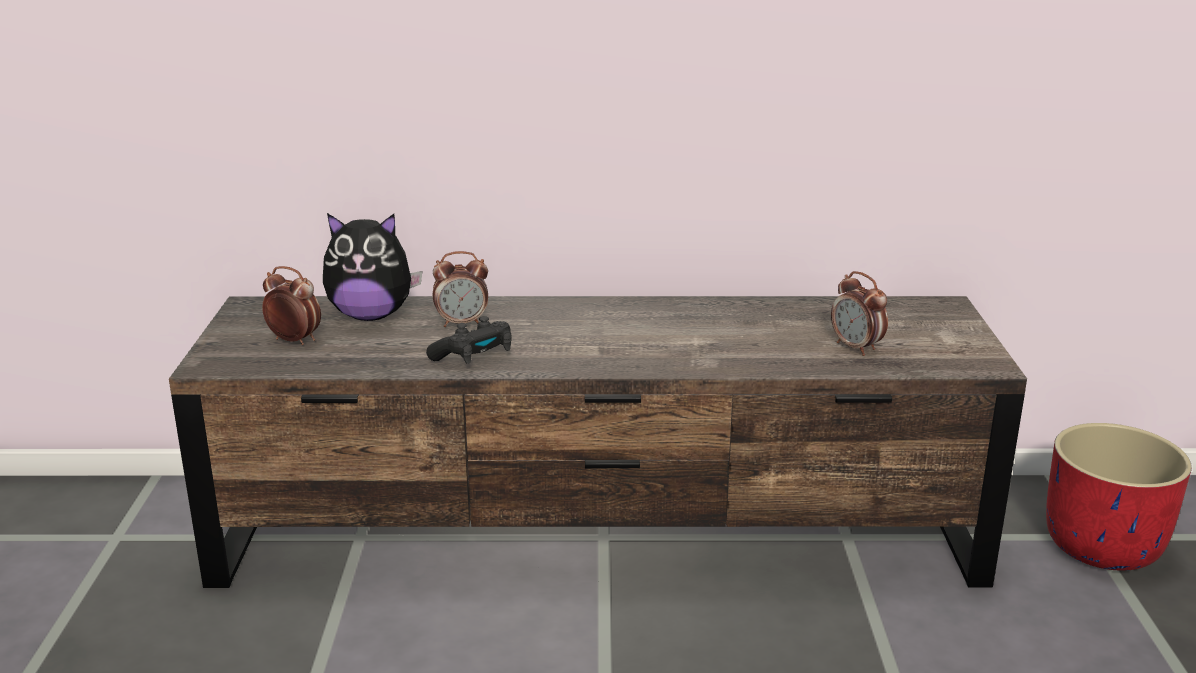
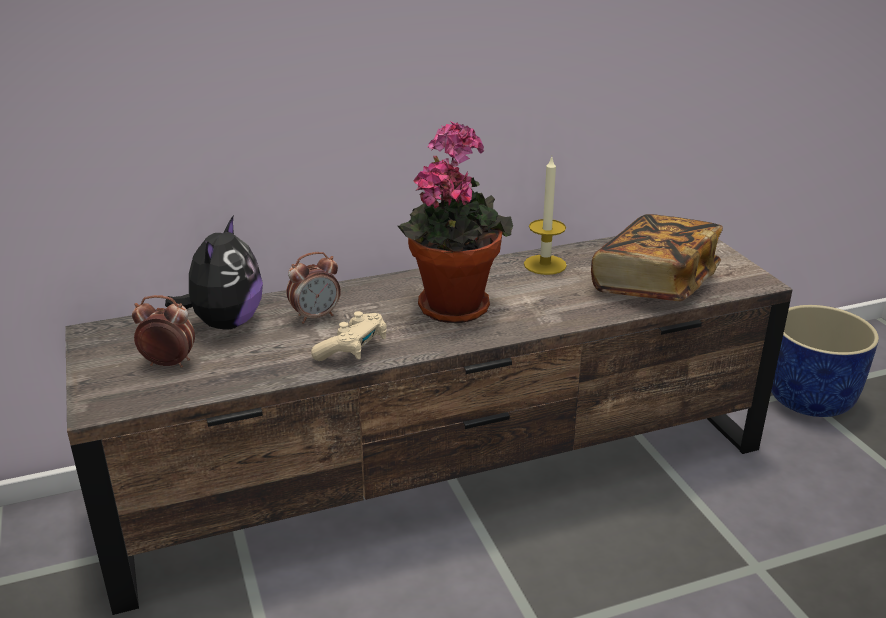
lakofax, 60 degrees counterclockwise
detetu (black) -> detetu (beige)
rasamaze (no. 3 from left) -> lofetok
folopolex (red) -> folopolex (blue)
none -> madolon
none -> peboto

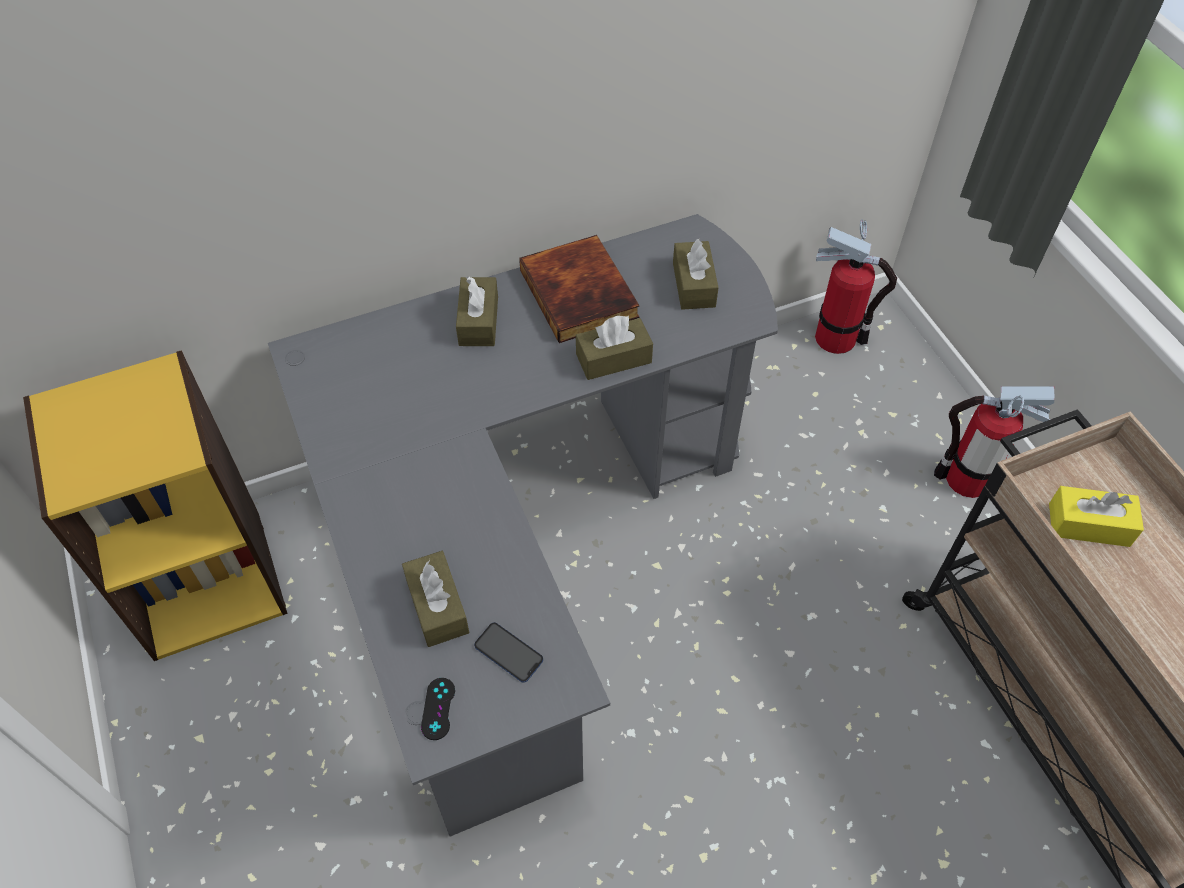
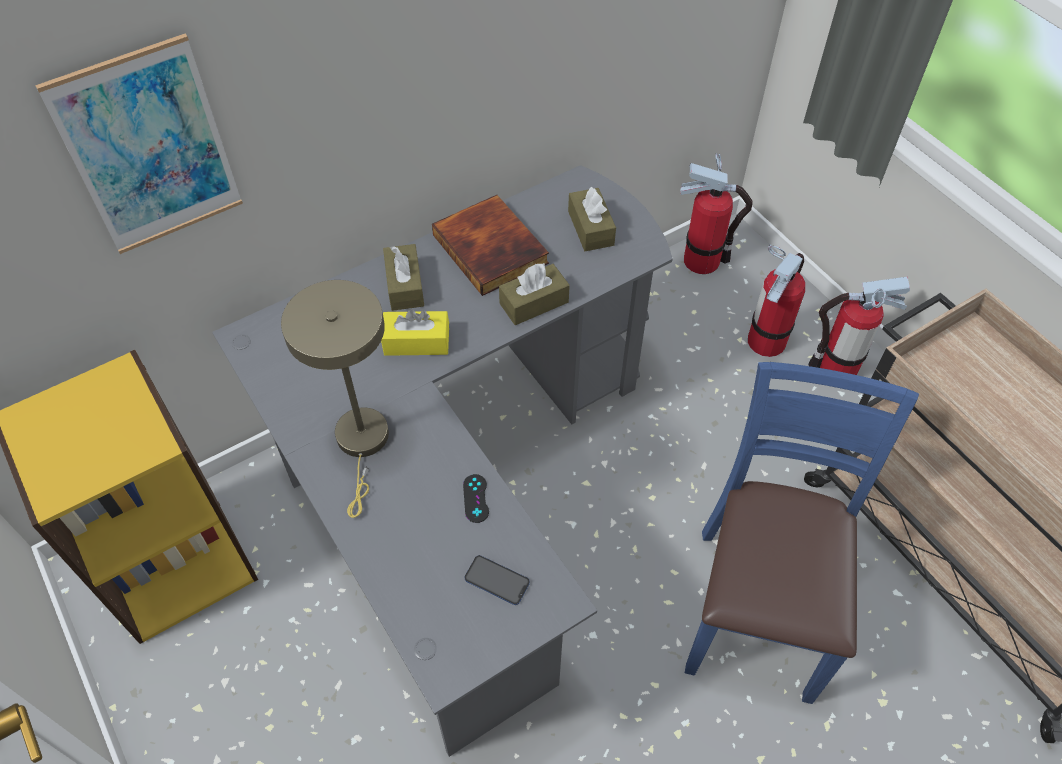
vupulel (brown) (no. 1 from left) -> none
detetu (black), shifted
vupulel (yellow), shifted
none -> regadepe
none -> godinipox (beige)
none -> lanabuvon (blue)
none -> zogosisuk (no. 2 from left)

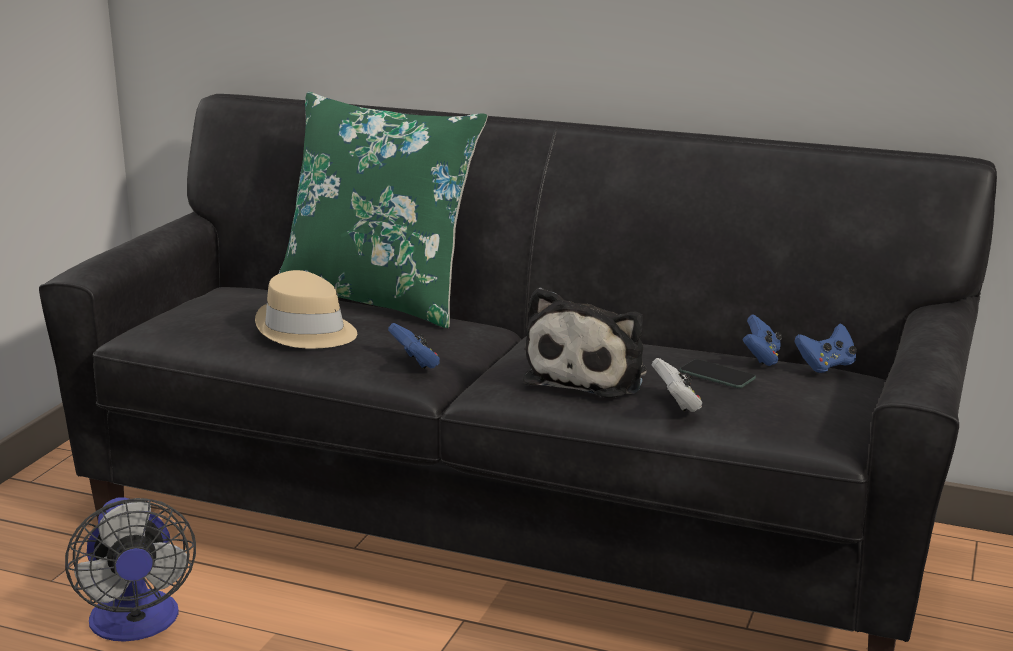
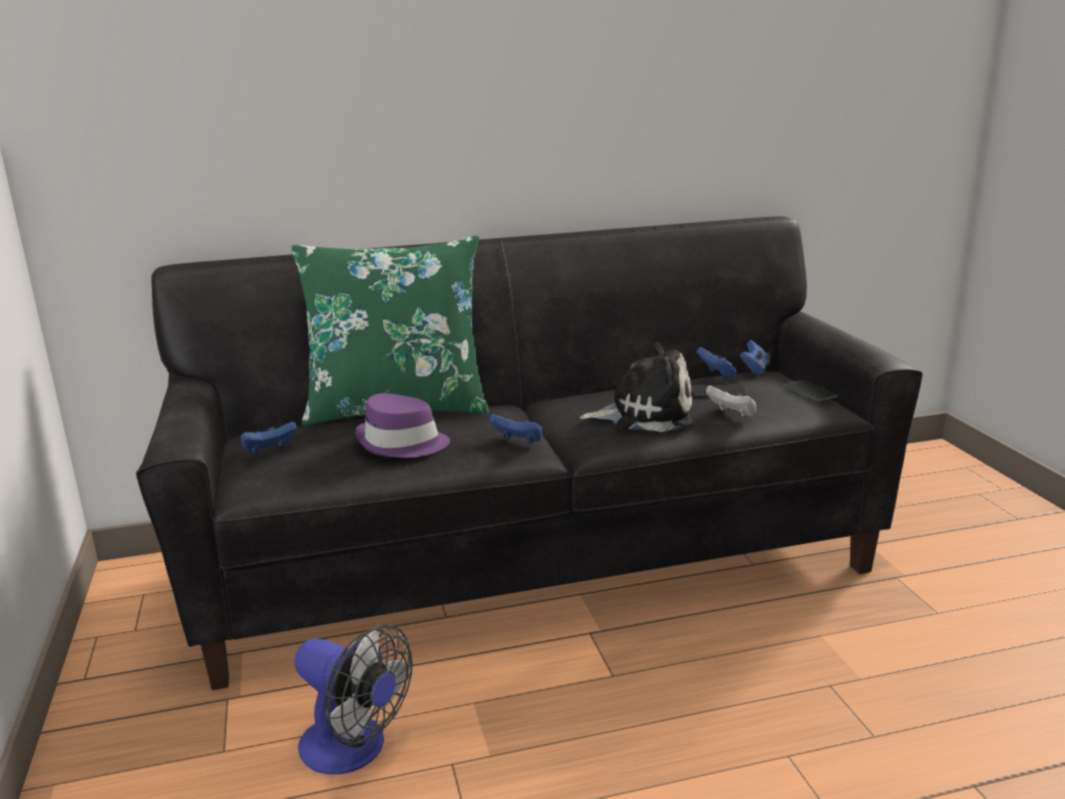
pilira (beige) -> pilira (purple)
lakofax, 75 degrees counterclockwise
none -> detetu (blue) (no. 1 from left)
none -> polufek (no. 2 from left)

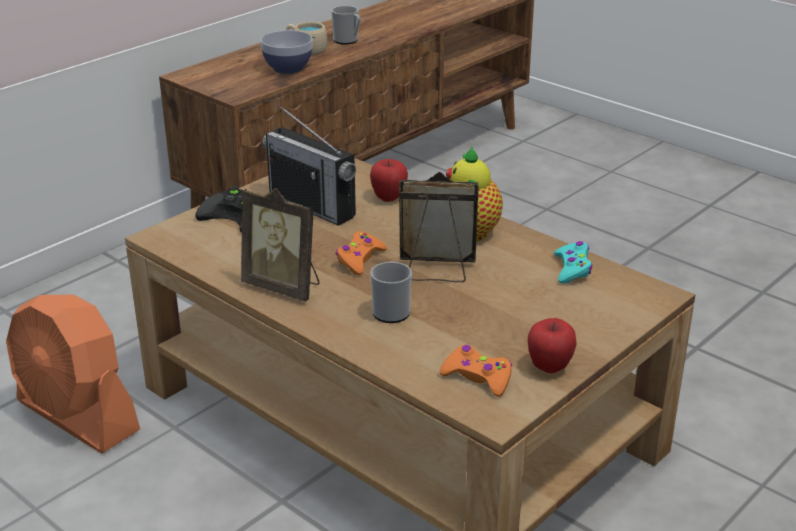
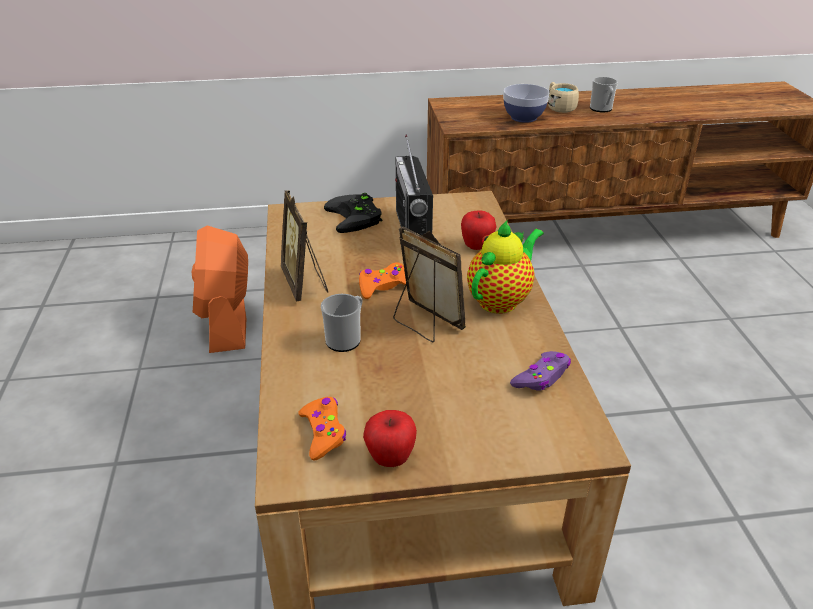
detetu (turquoise) -> detetu (purple)

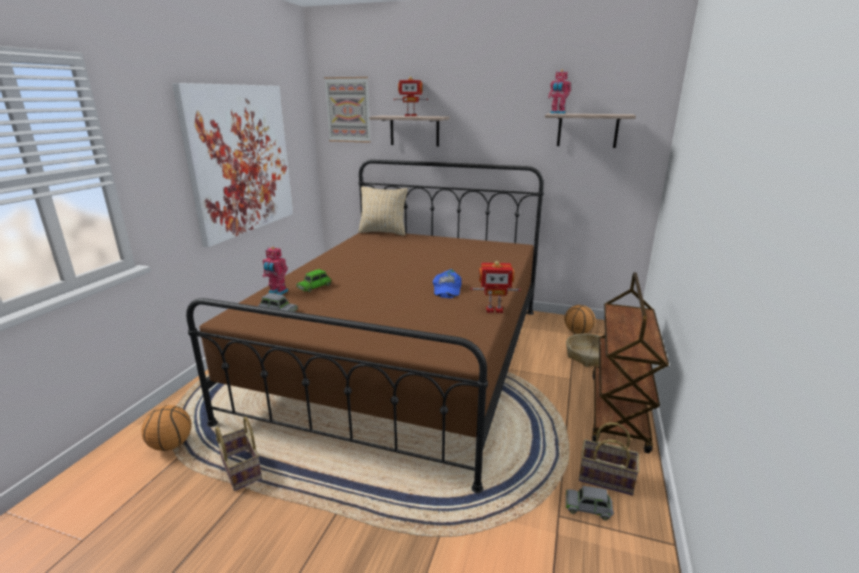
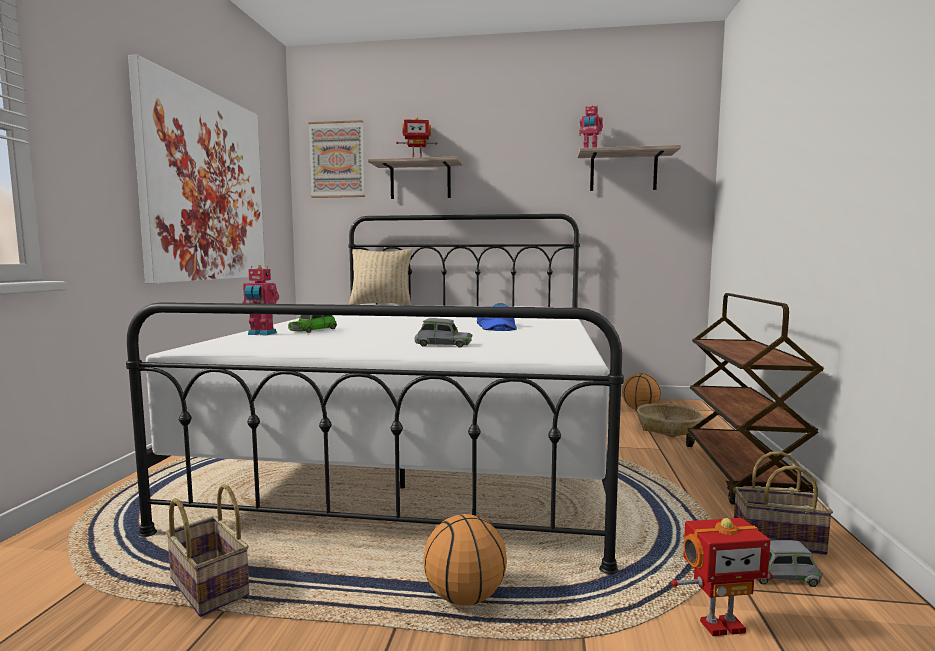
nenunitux (no. 1 from left), shifted
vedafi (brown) -> vedafi (white)
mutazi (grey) (no. 1 from left), shifted
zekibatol (no. 3 from left in the first image) -> zekibatol (no. 4 from left), shifted

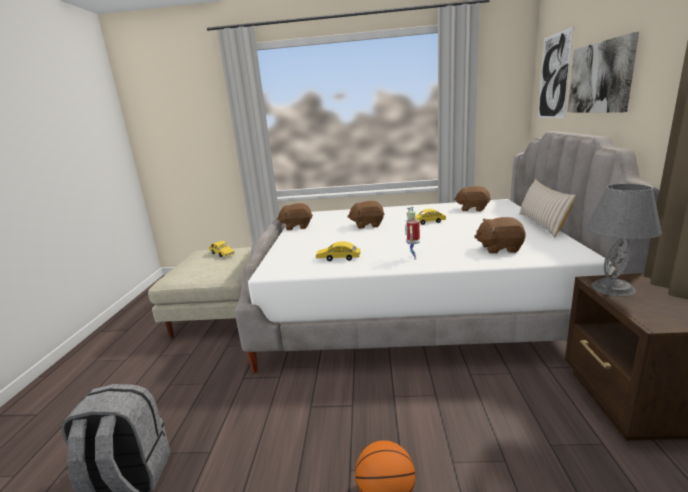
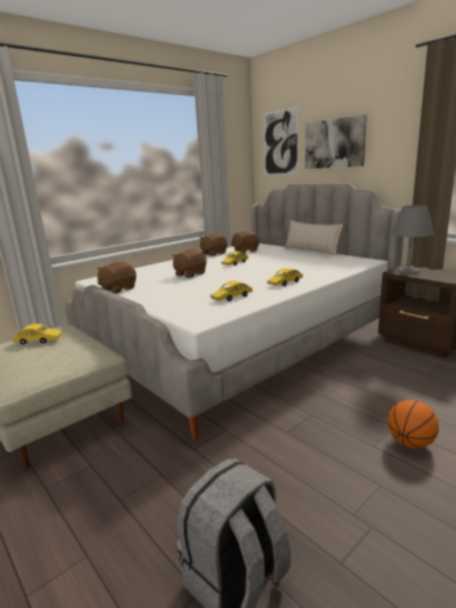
zekibatol -> mutazi (yellow) (no. 4 from left)
lakofax (brown) (no. 4 from left in the first image) -> lakofax (brown) (no. 3 from left), shifted

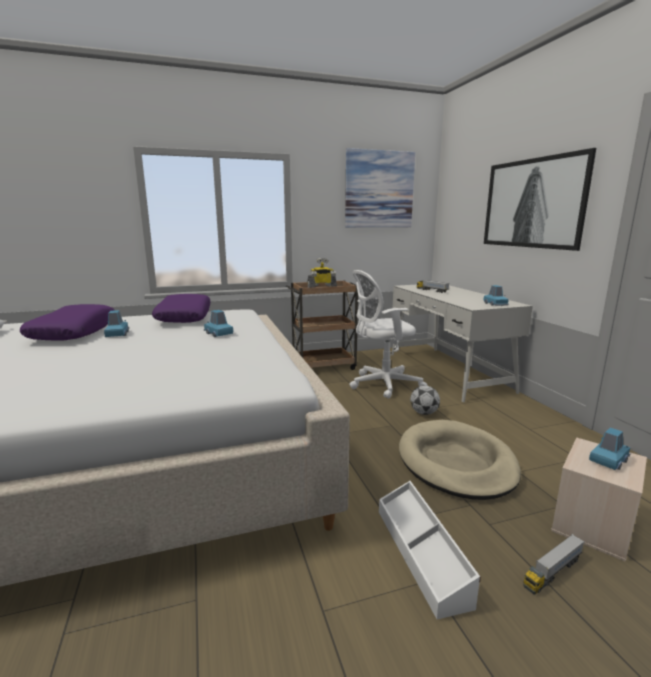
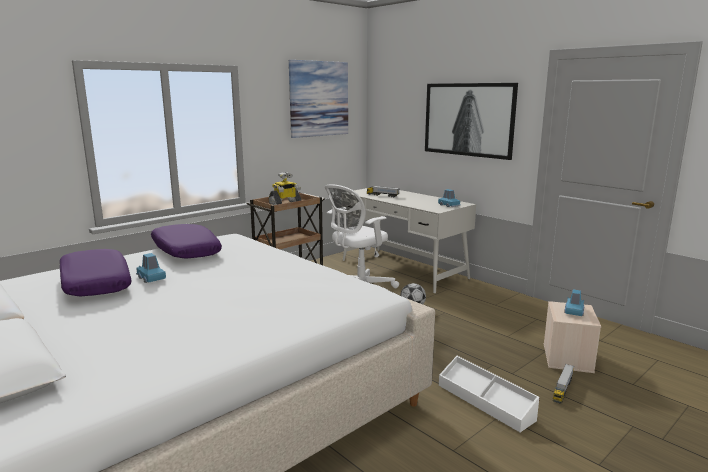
mutazi (blue) (no. 2 from left) -> none
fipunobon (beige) -> none

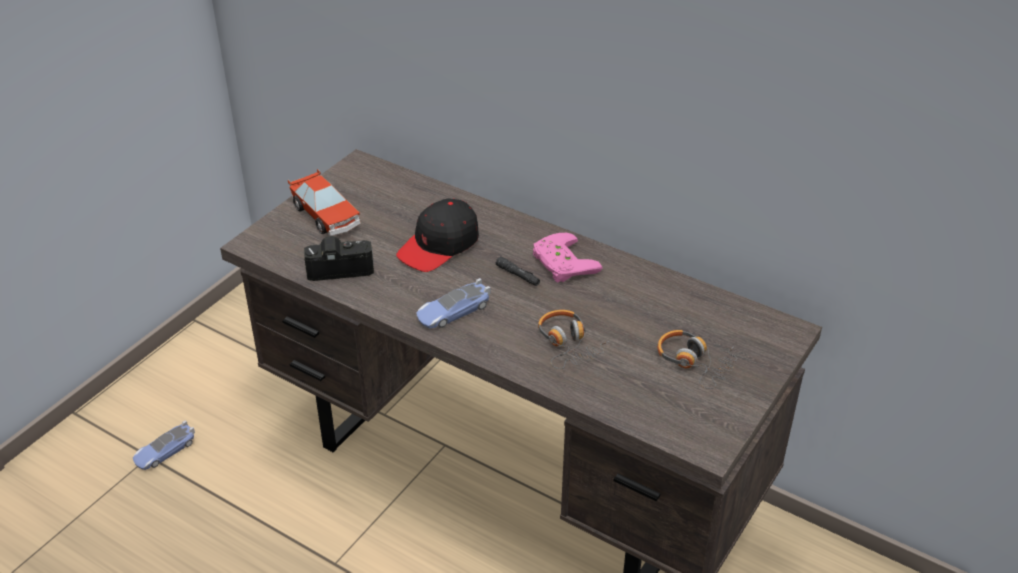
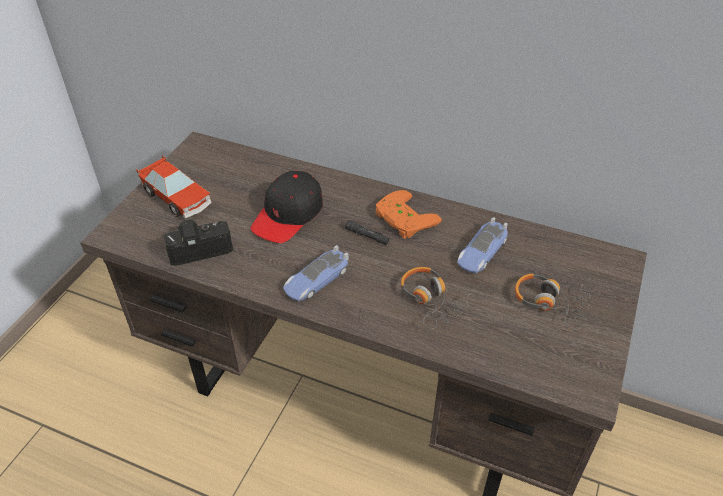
mutazi (no. 1 from left in the first image) -> mutazi (no. 3 from left), shifted
detetu (pink) -> detetu (orange)

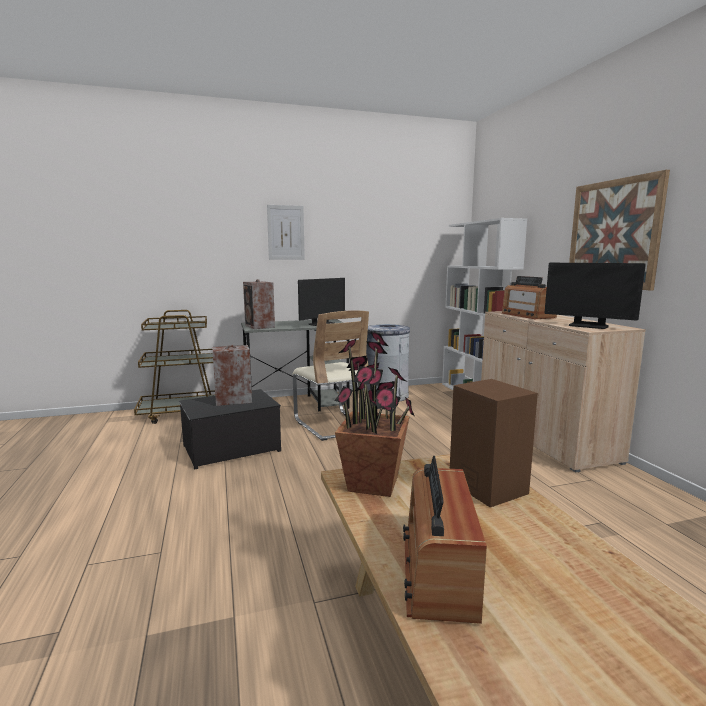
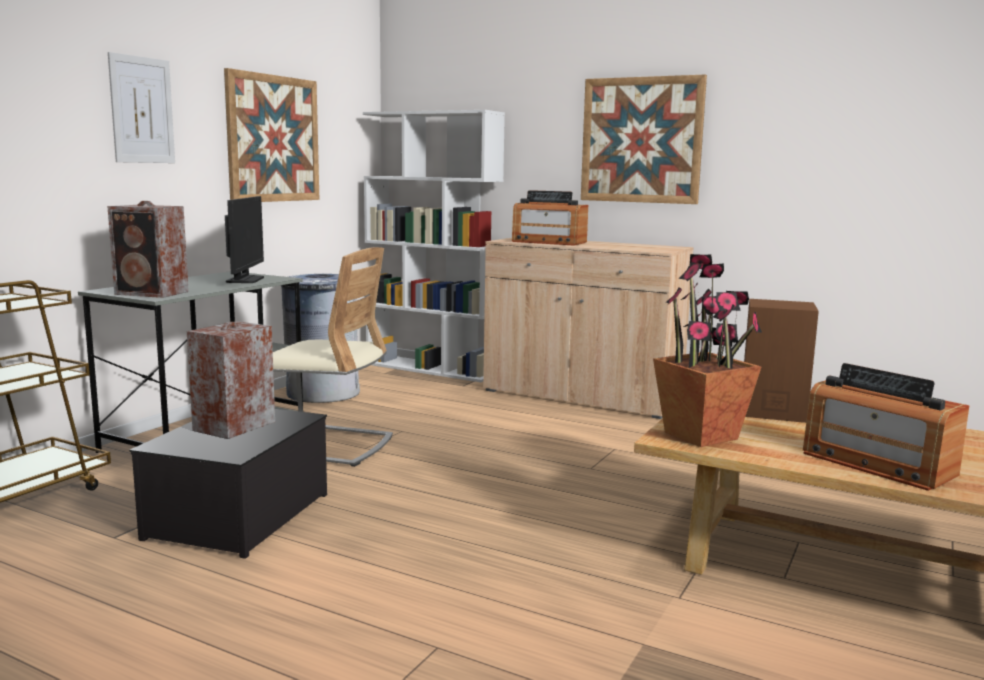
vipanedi (no. 2 from left) -> none
none -> regadepe (no. 2 from left)

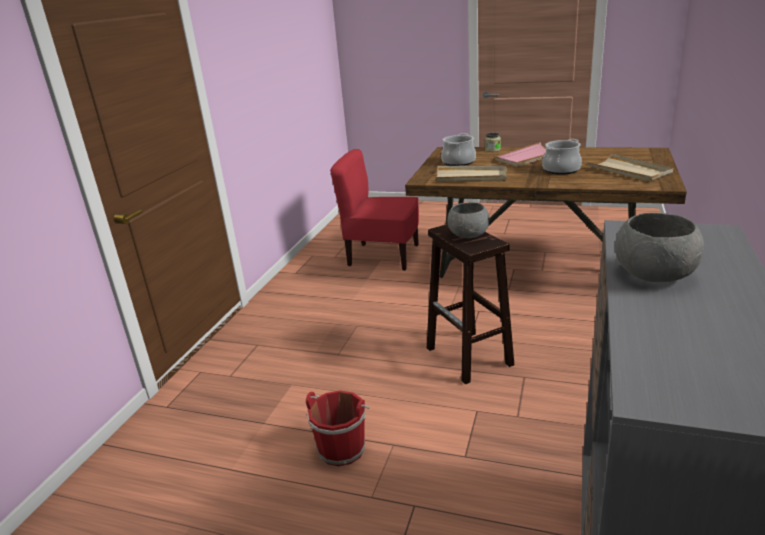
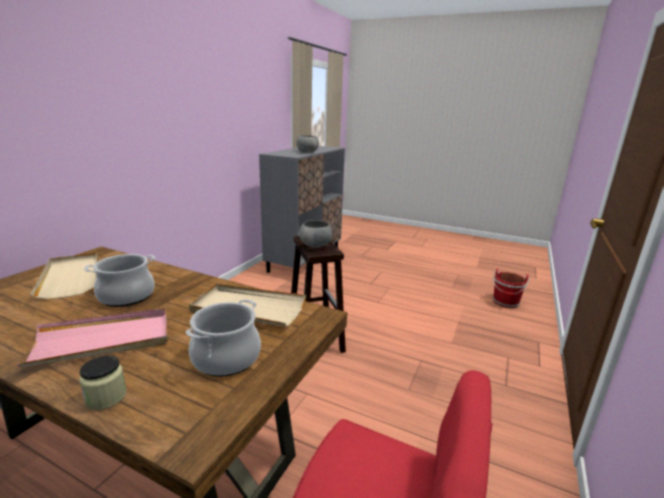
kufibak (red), shifted

